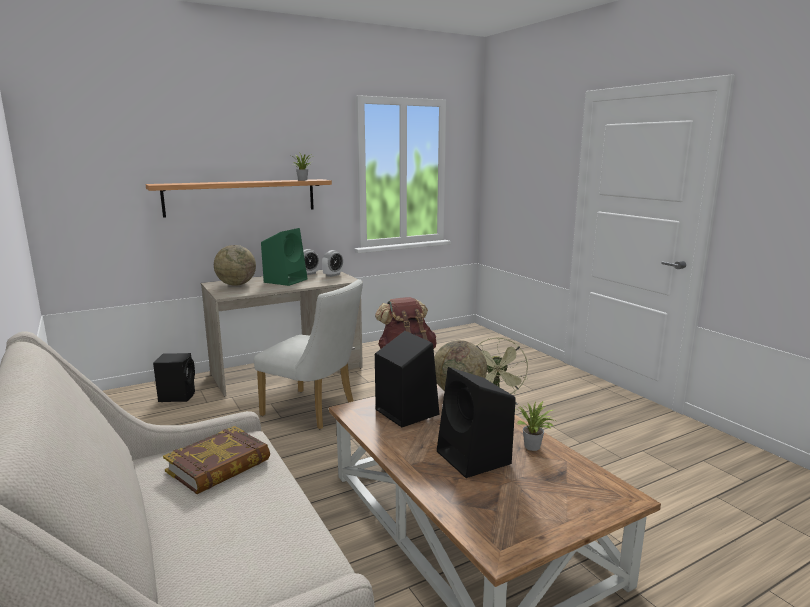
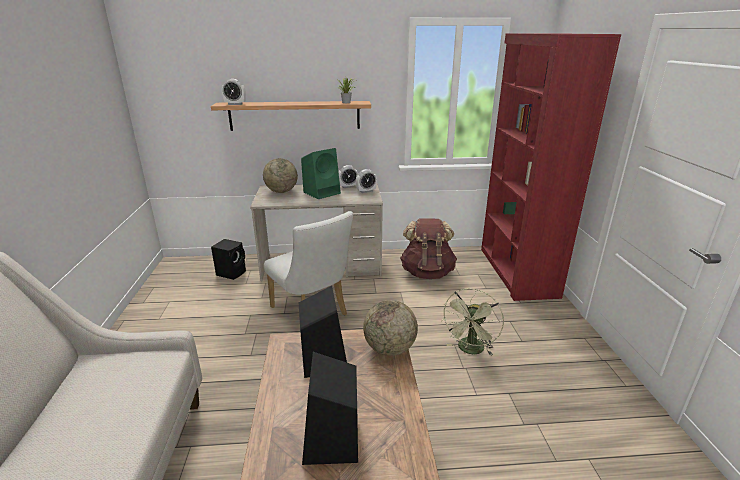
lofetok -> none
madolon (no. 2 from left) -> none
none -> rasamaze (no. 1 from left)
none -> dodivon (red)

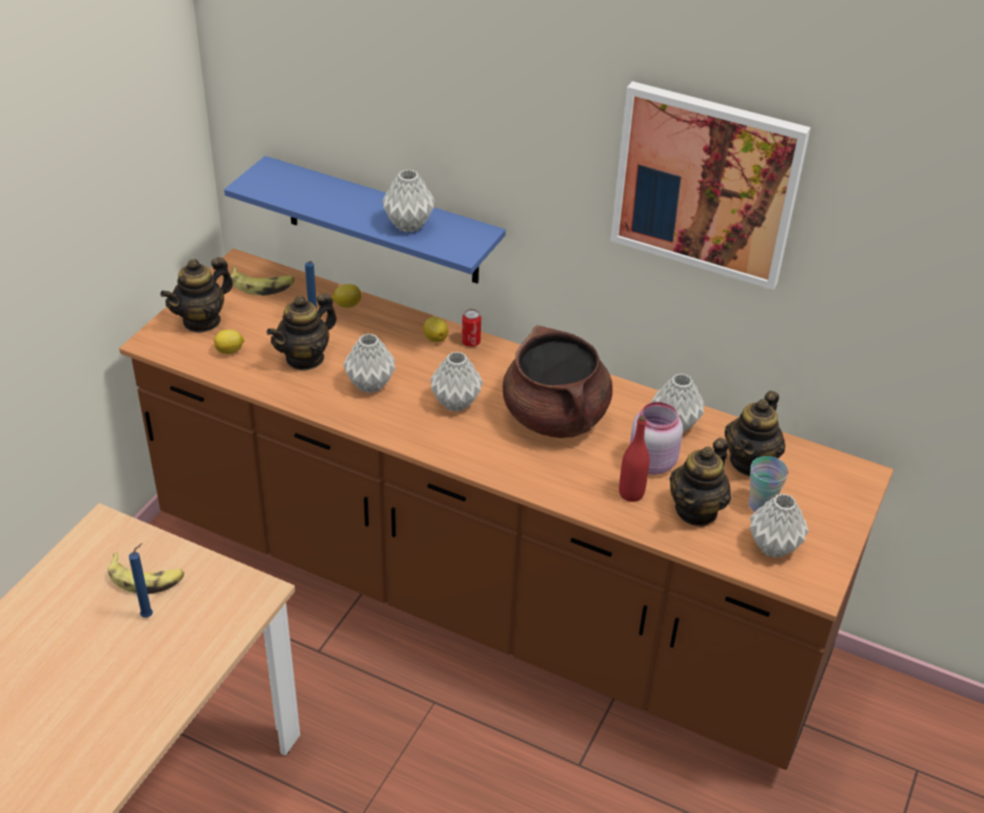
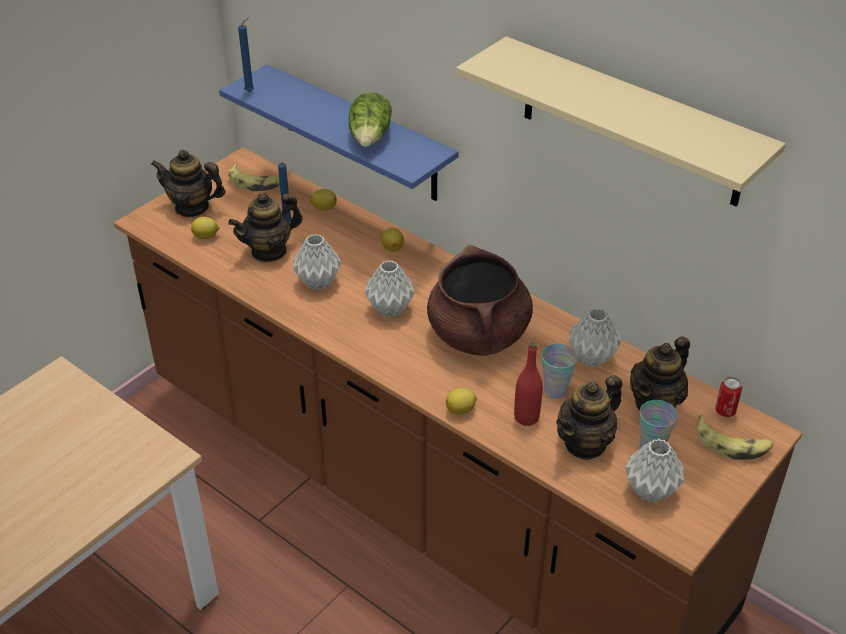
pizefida (no. 1 from left in the first image) -> pizefida (no. 2 from left), shifted
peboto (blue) (no. 1 from left), shifted
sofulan (no. 1 from left), 45 degrees clockwise
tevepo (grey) (no. 2 from left) -> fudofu
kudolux, shifted
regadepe -> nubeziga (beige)
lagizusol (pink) -> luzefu (no. 1 from left)
none -> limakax (no. 4 from left)

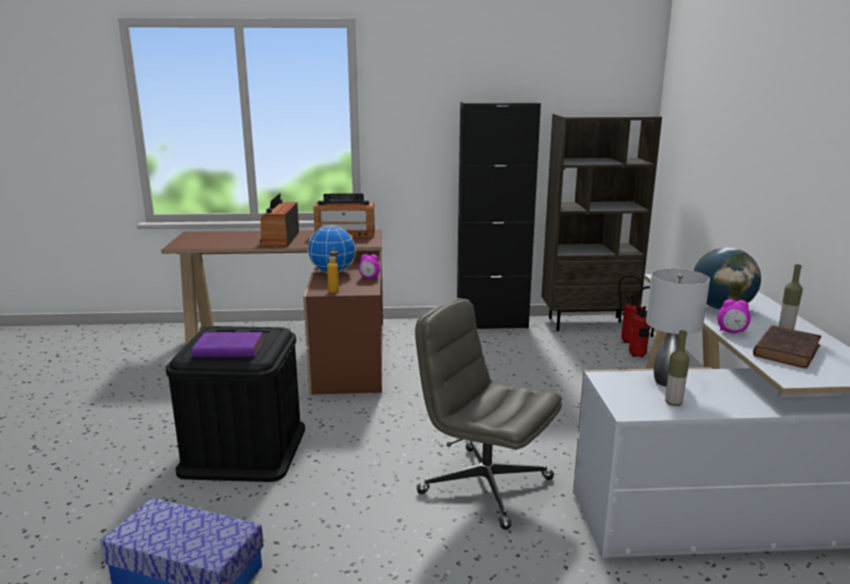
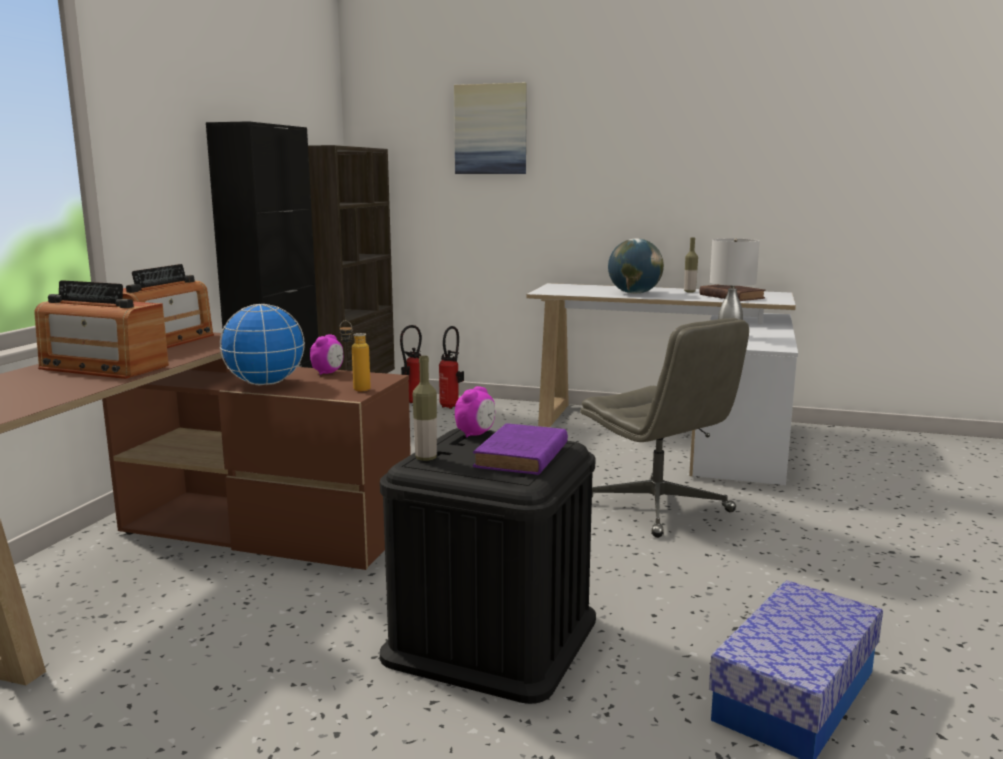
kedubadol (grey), 90 degrees counterclockwise
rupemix (no. 2 from left), shifted
rasamaze (no. 2 from left), shifted
none -> regadepe

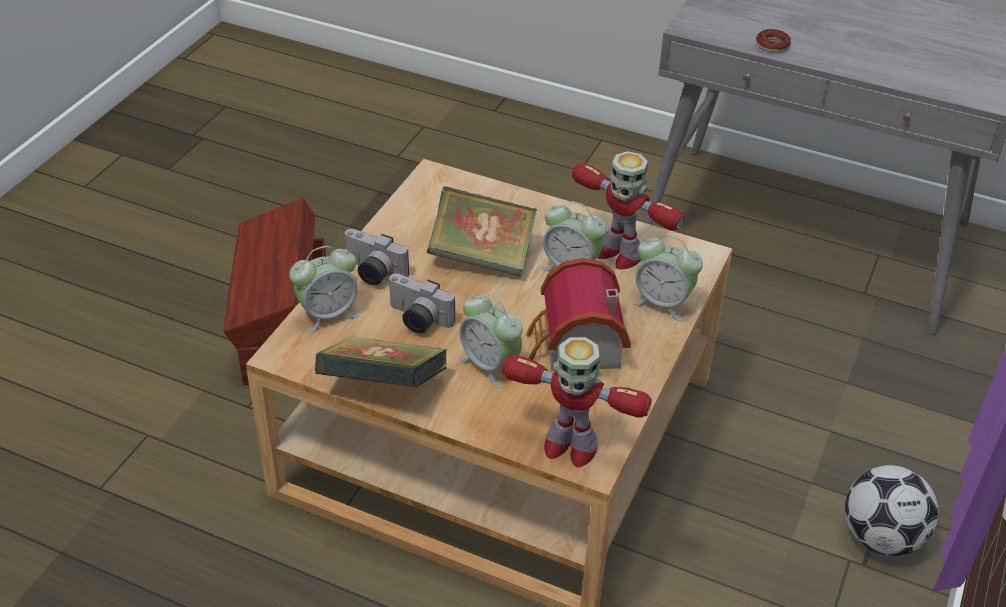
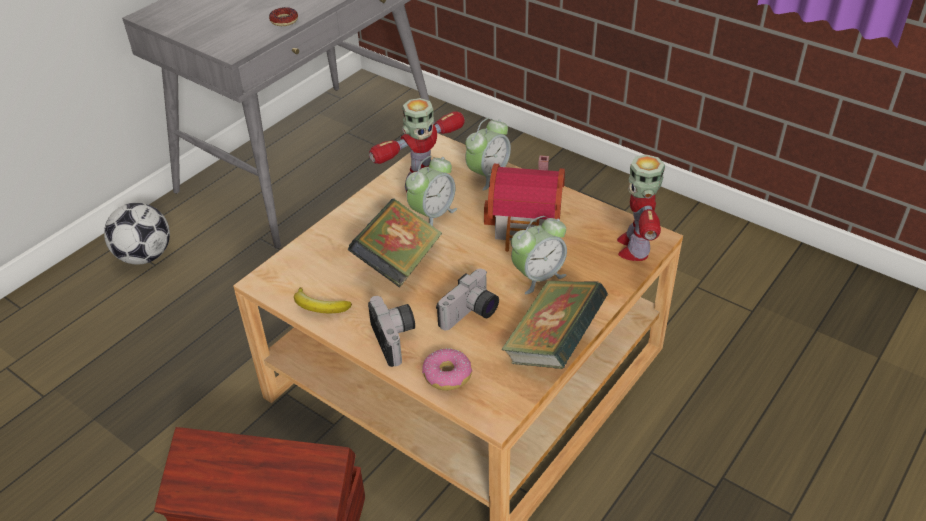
rasamaze (no. 1 from left) -> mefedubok (no. 2 from left)
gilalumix (no. 1 from left), 60 degrees counterclockwise
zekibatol (no. 1 from left in the first image) -> zekibatol (no. 2 from left), 150 degrees clockwise
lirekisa, shifted
none -> pizefida

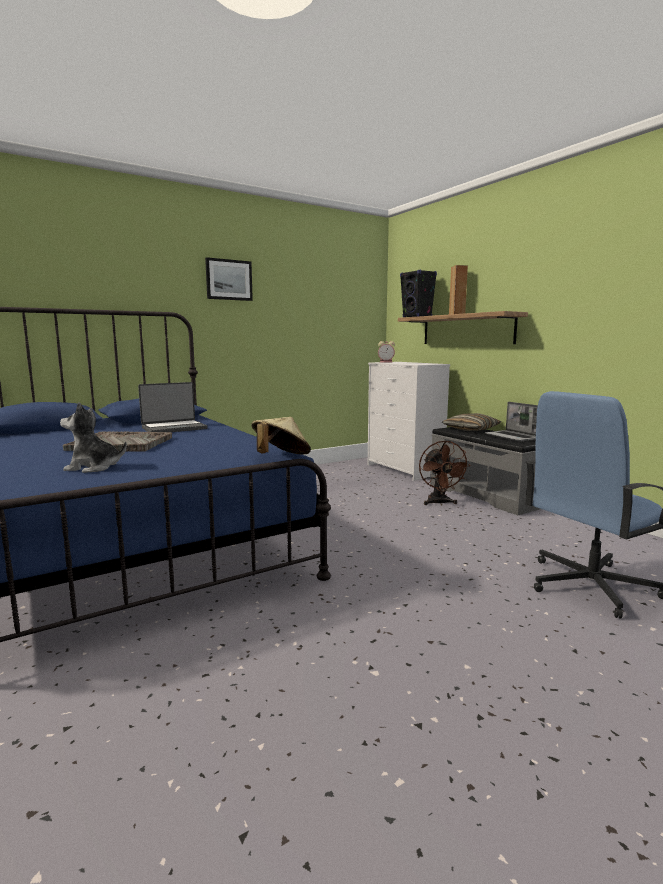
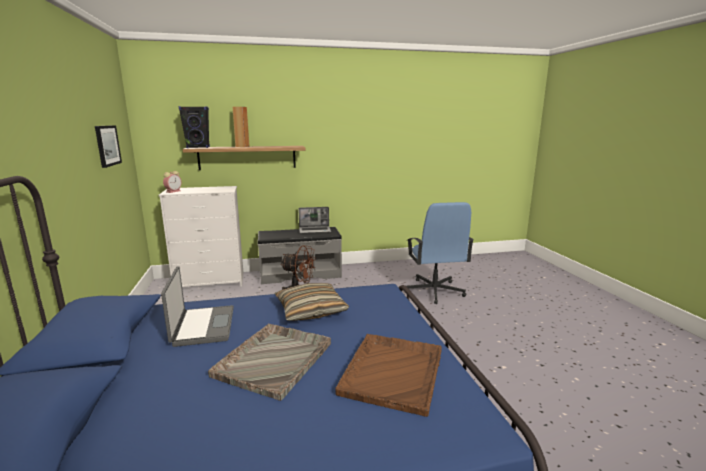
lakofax -> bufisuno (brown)
regadepe, shifted
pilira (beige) -> none
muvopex, shifted

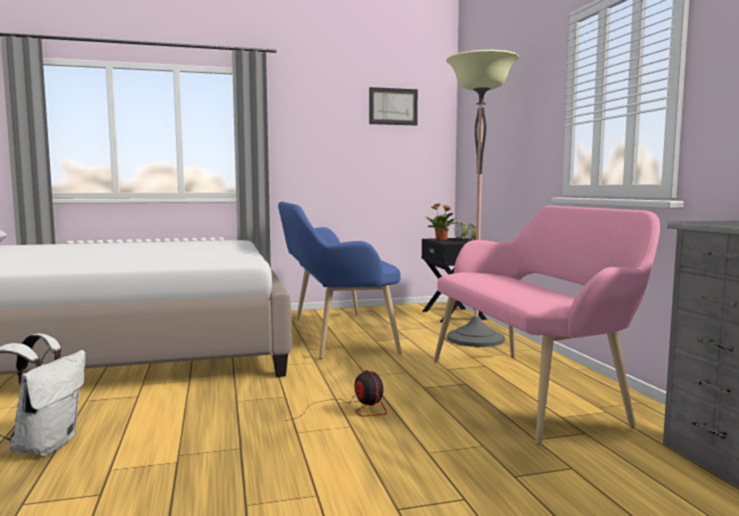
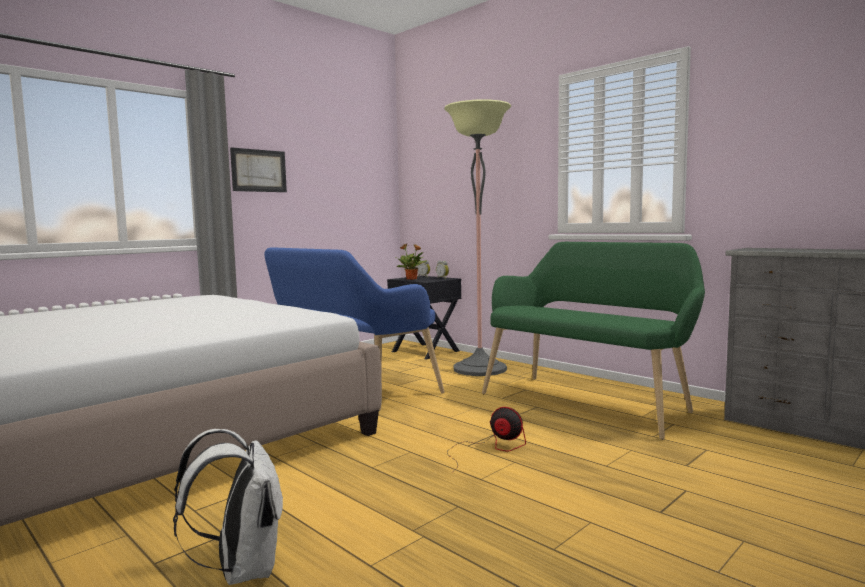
regadepe, shifted
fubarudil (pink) -> fubarudil (green)

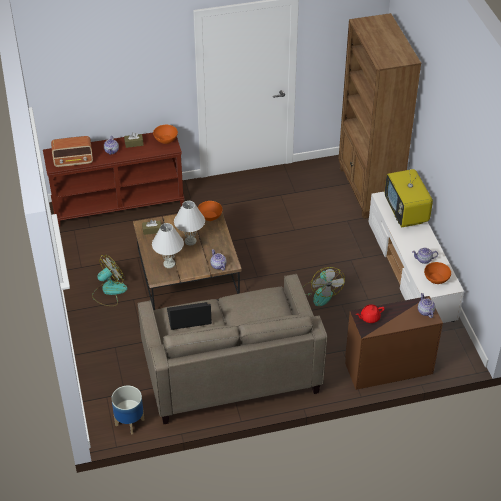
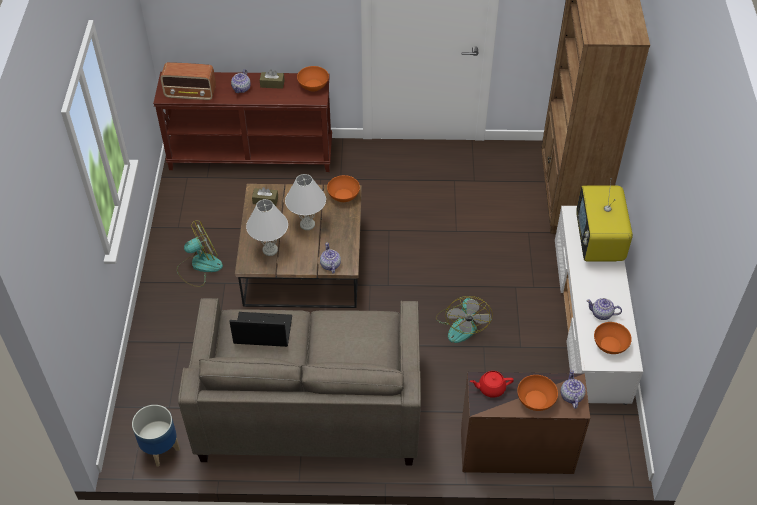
none -> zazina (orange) (no. 3 from left)

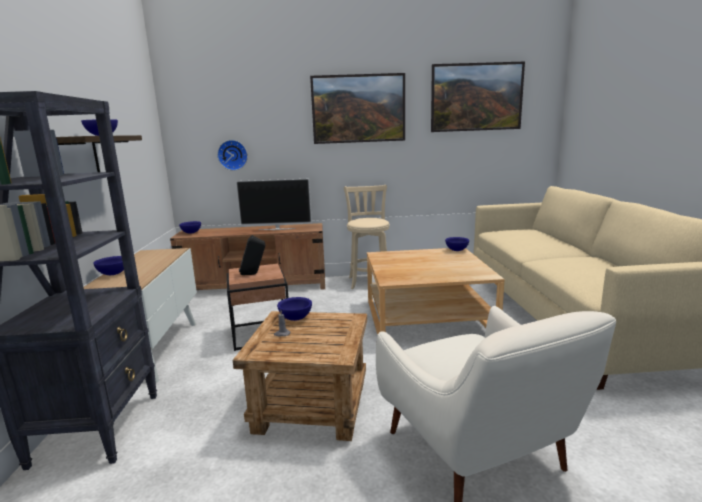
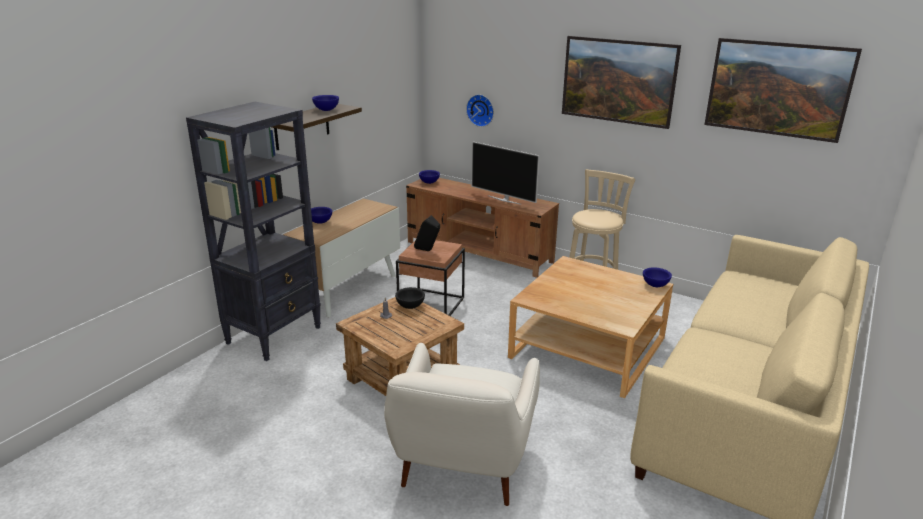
zazina (blue) (no. 4 from left) -> zazina (black)

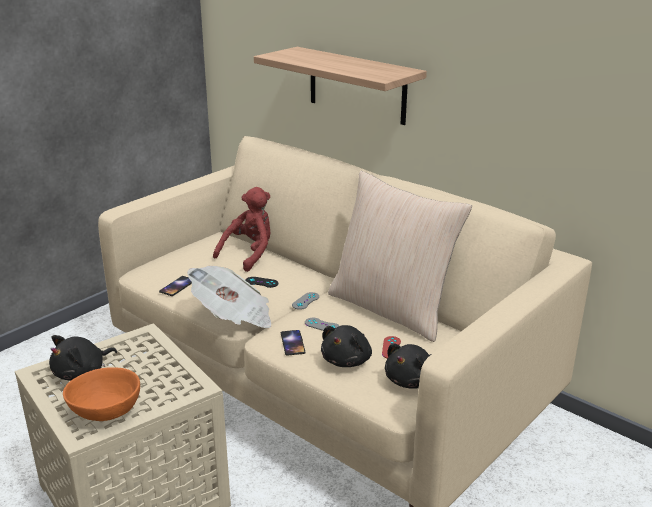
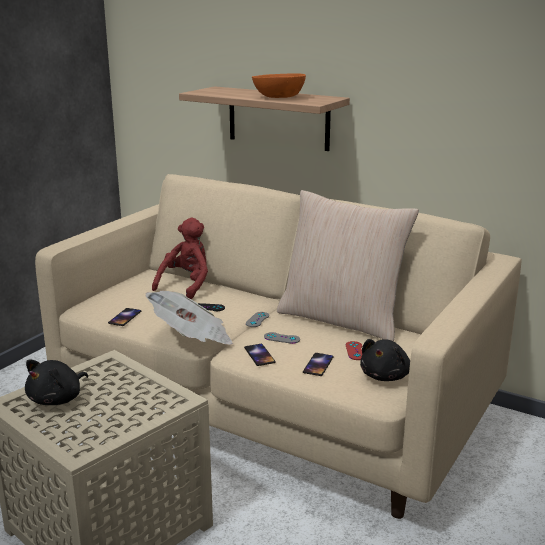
zazina (orange), shifted
lakofax (black) (no. 2 from left) -> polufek (no. 3 from left)

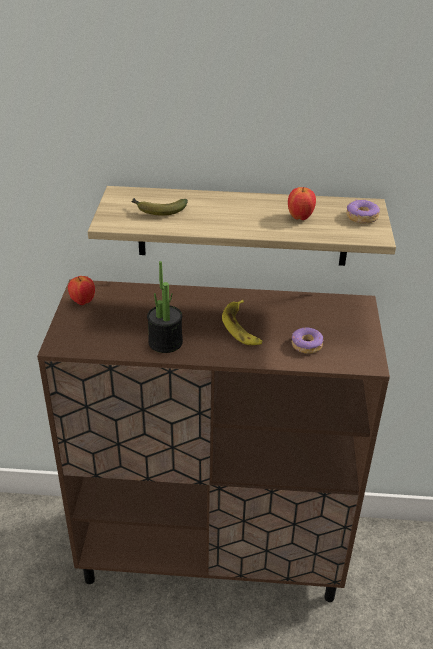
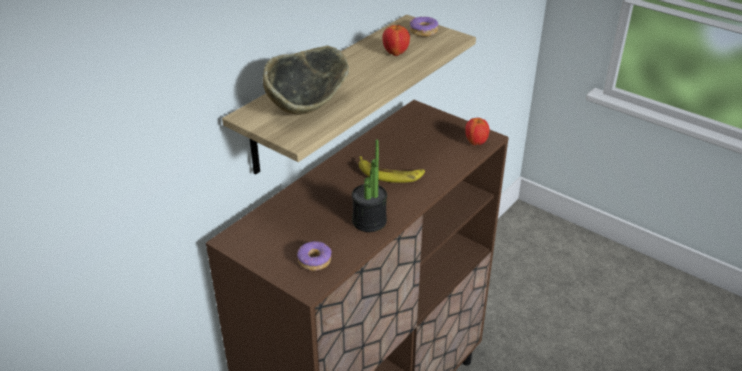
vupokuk (no. 1 from left in the first image) -> vupokuk (no. 2 from left), shifted
pizefida (no. 1 from left) -> zazina
mefedubok (no. 1 from left), shifted

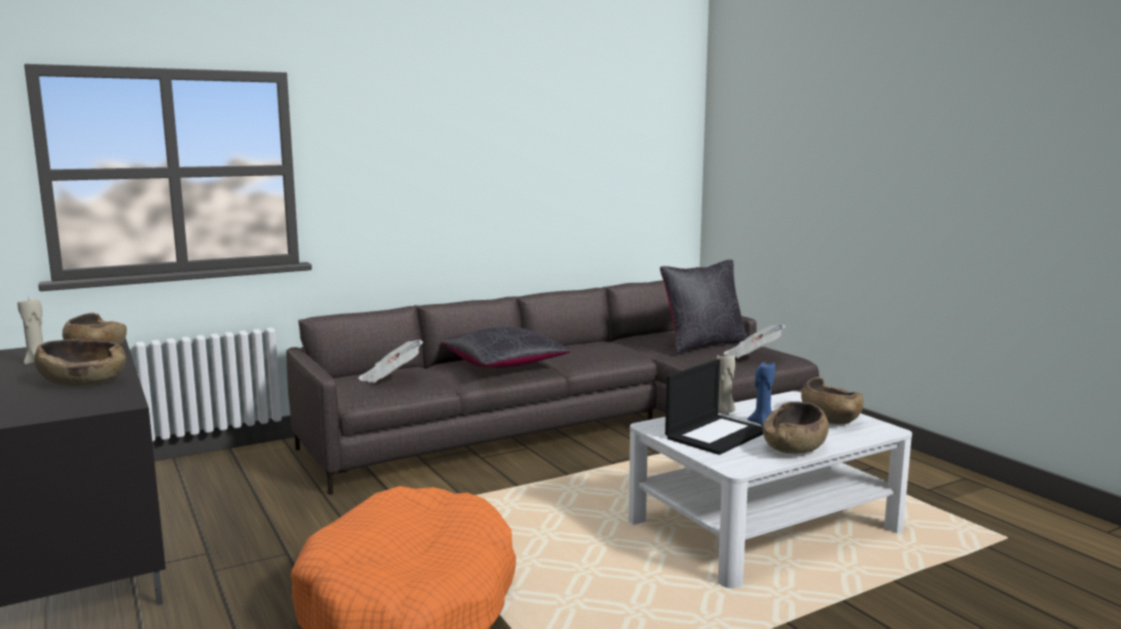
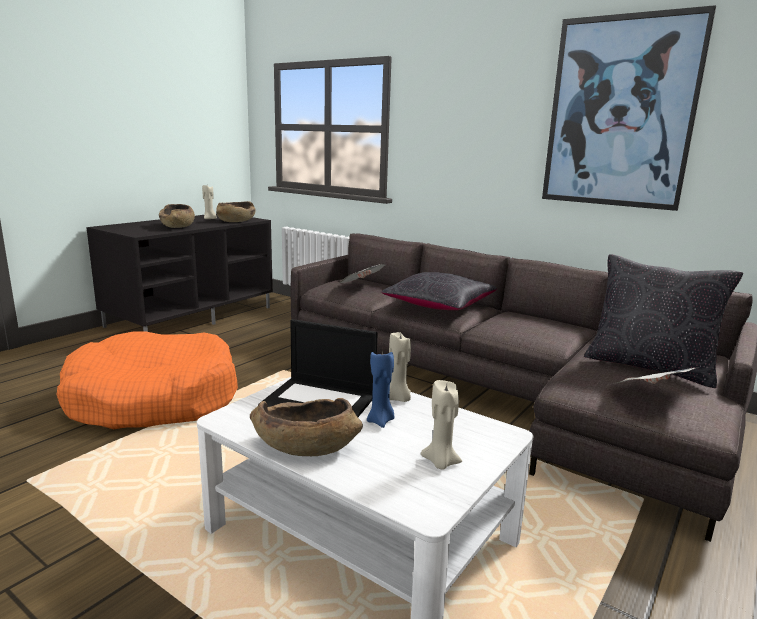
zazina (brown) (no. 4 from left) -> peboto (beige) (no. 3 from left)
none -> regadepe

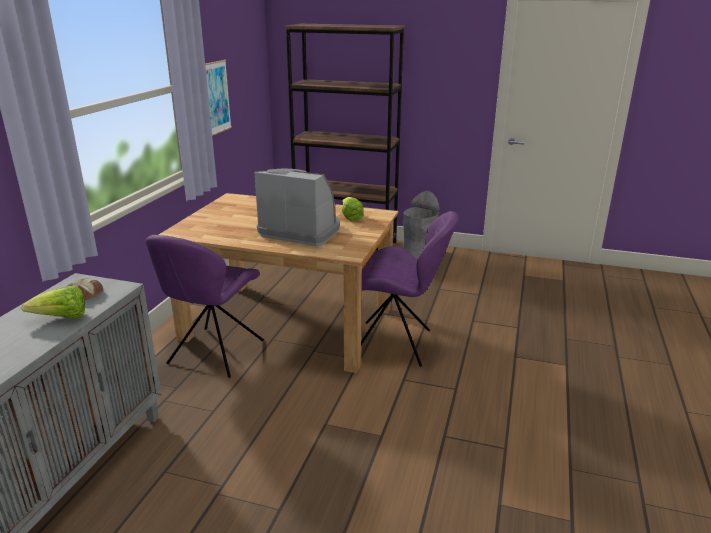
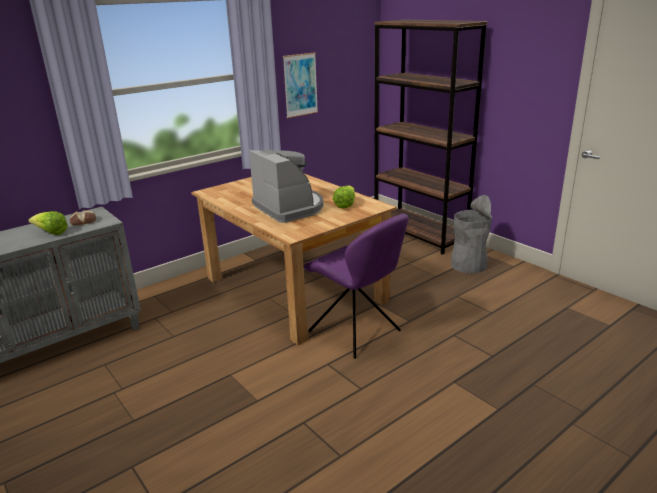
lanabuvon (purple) (no. 1 from left) -> none

